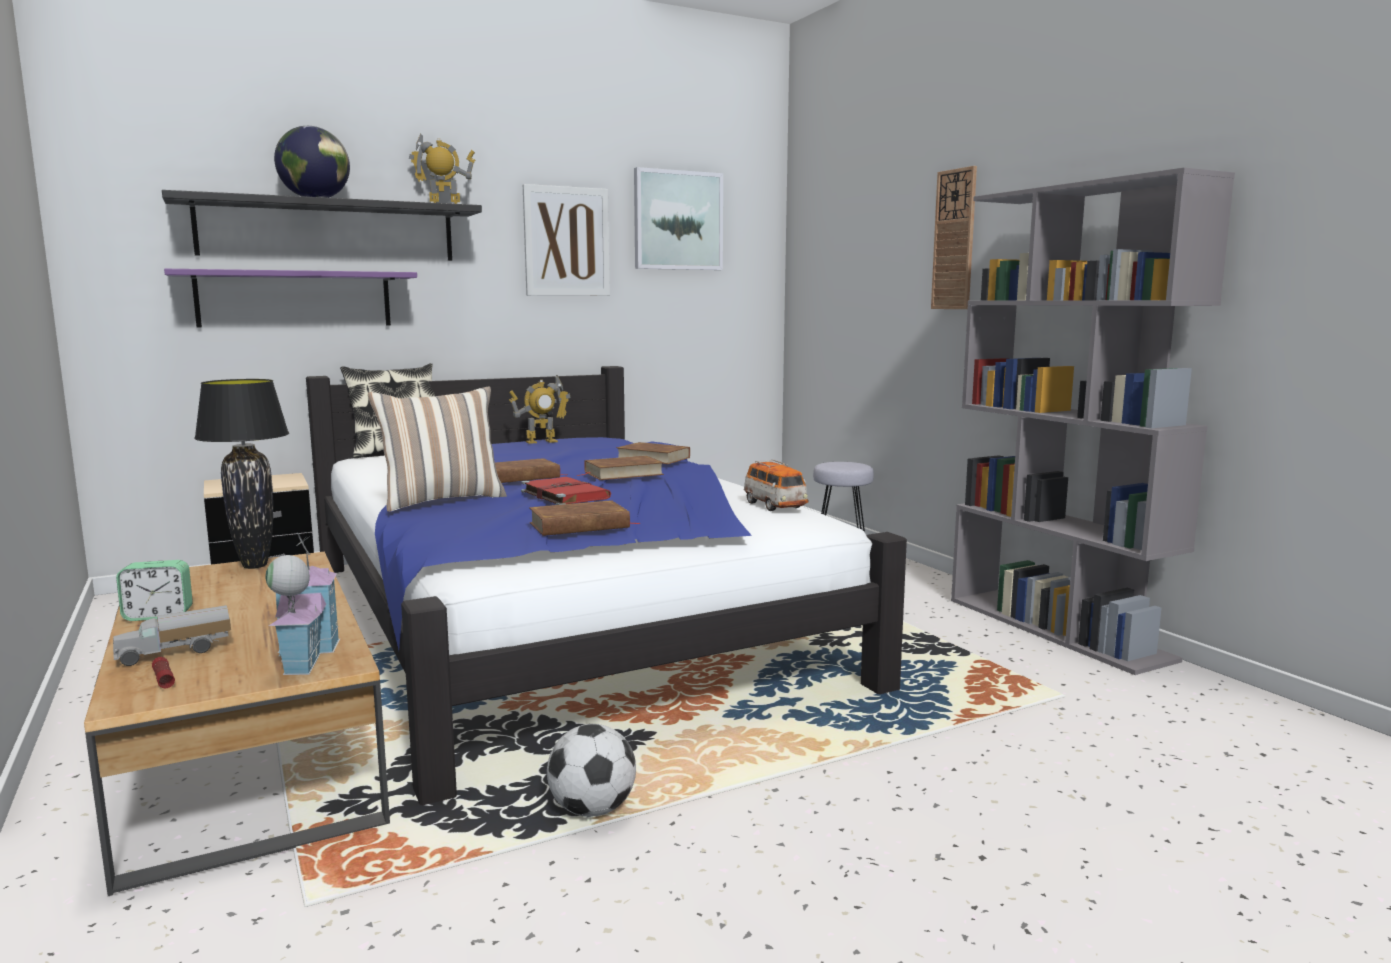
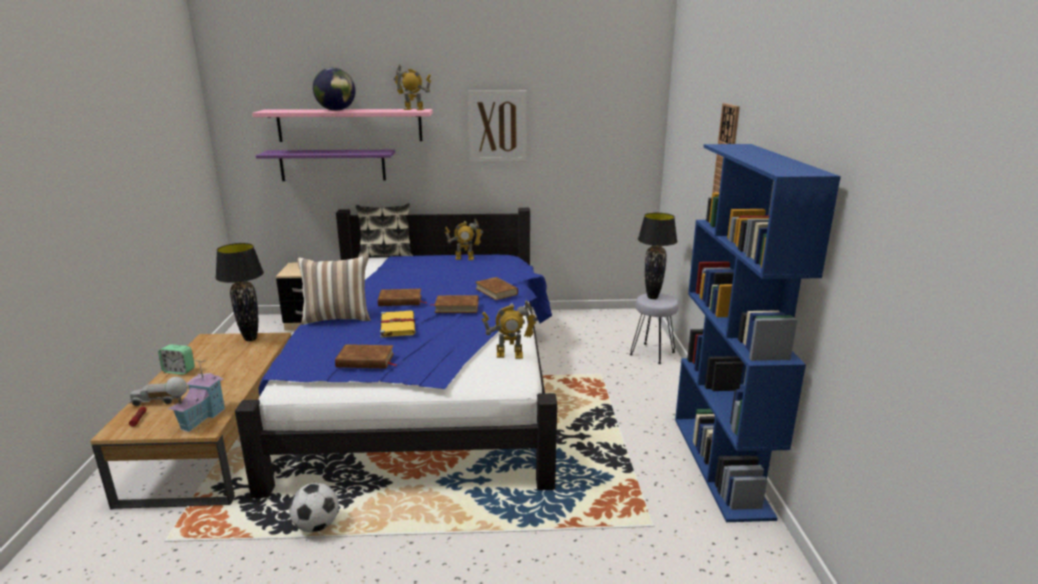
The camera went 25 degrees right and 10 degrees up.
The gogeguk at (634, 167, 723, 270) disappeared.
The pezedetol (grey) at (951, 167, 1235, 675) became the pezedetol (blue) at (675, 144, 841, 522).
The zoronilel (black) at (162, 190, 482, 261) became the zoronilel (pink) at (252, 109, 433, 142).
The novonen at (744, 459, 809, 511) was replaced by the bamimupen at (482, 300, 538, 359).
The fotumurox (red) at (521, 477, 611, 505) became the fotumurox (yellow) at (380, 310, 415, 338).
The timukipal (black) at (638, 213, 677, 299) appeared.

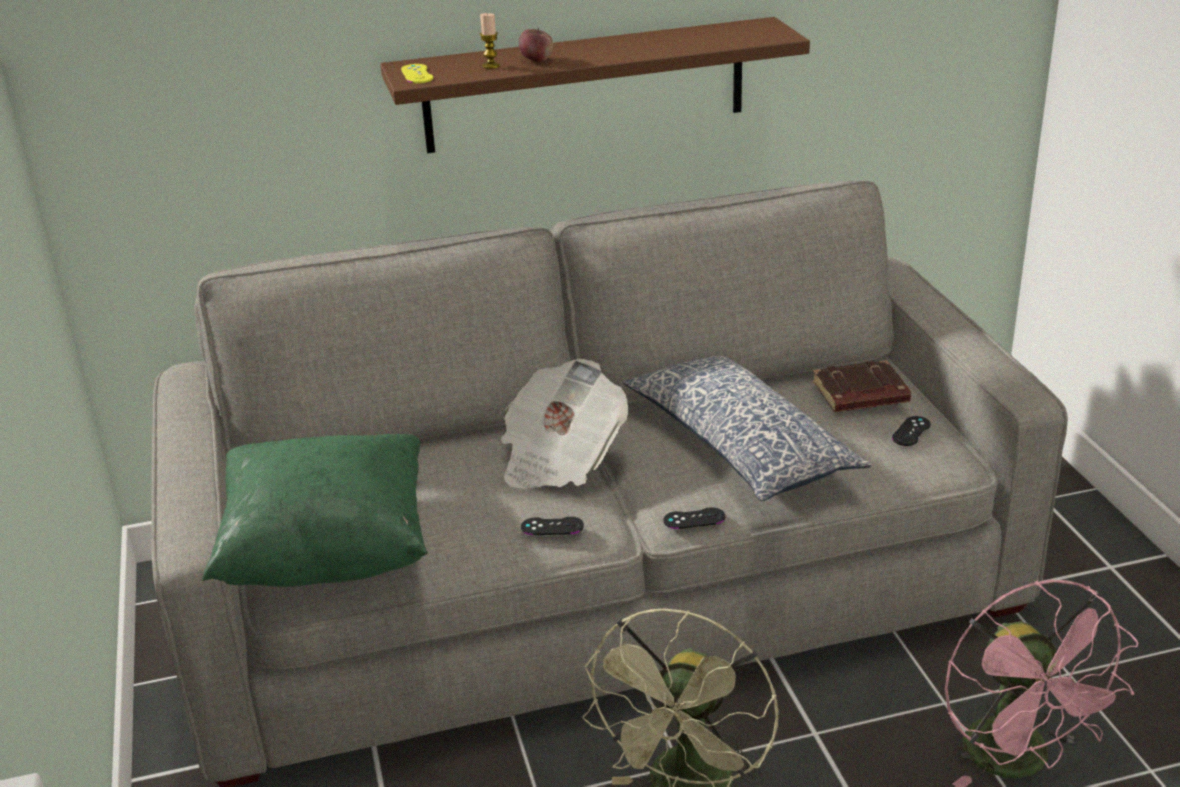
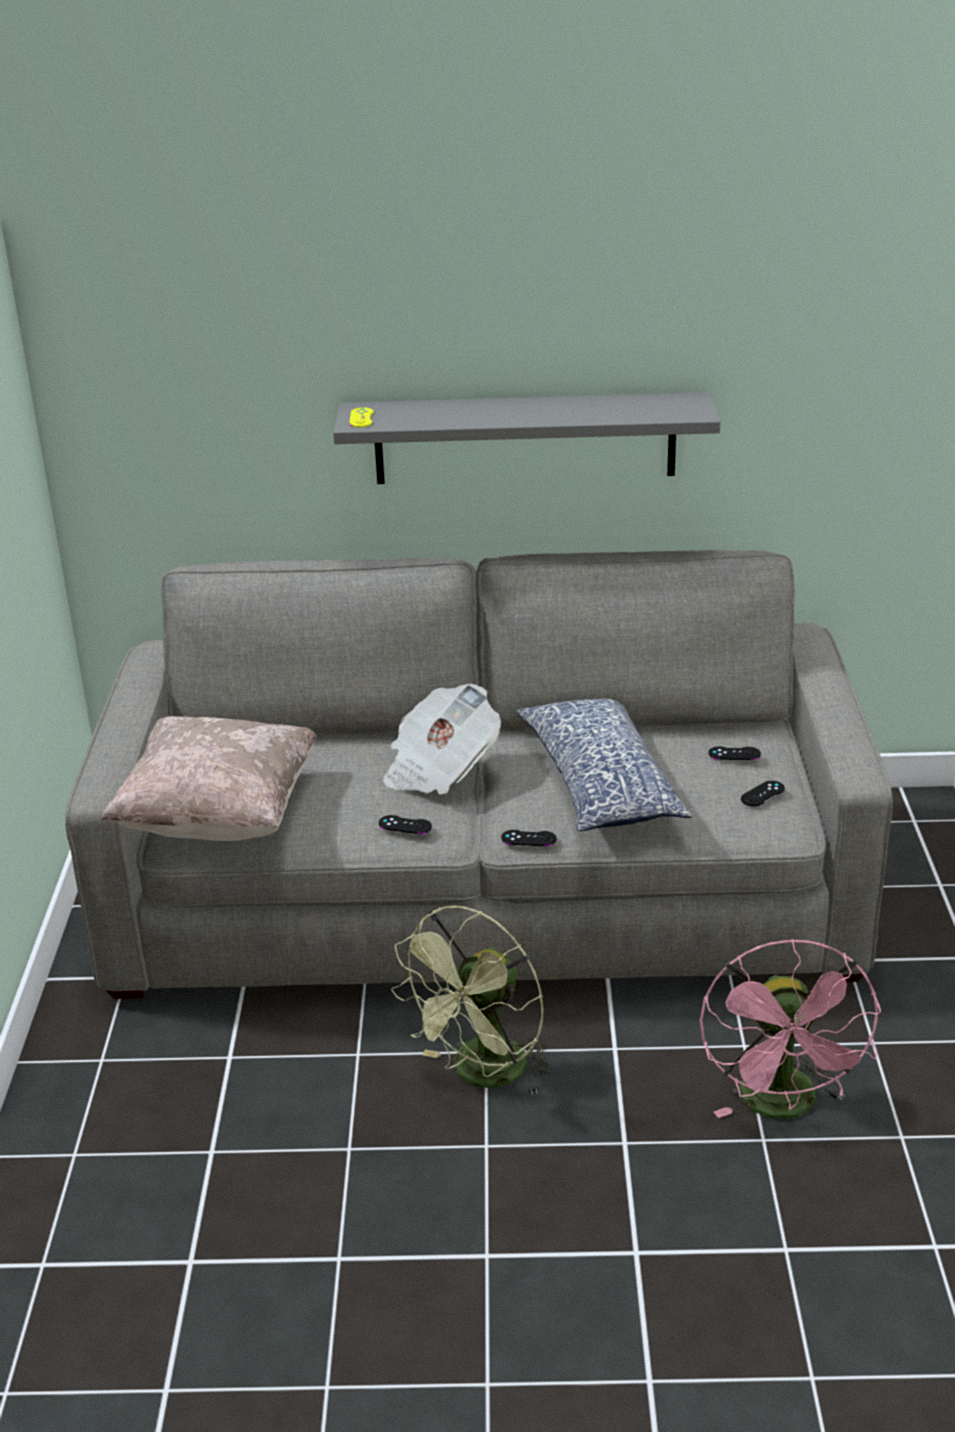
The camera went 15 degrees right and 0 degrees up.
The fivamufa at (480, 13, 500, 69) disappeared.
The zoronilel (brown) at (380, 17, 810, 153) became the zoronilel (grey) at (333, 392, 721, 484).
The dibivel at (519, 27, 553, 62) disappeared.
The fotumurox (brown) at (813, 360, 911, 412) was replaced by the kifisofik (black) at (709, 746, 761, 760).
The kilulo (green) at (202, 434, 428, 587) became the kilulo (beige) at (100, 716, 317, 841).

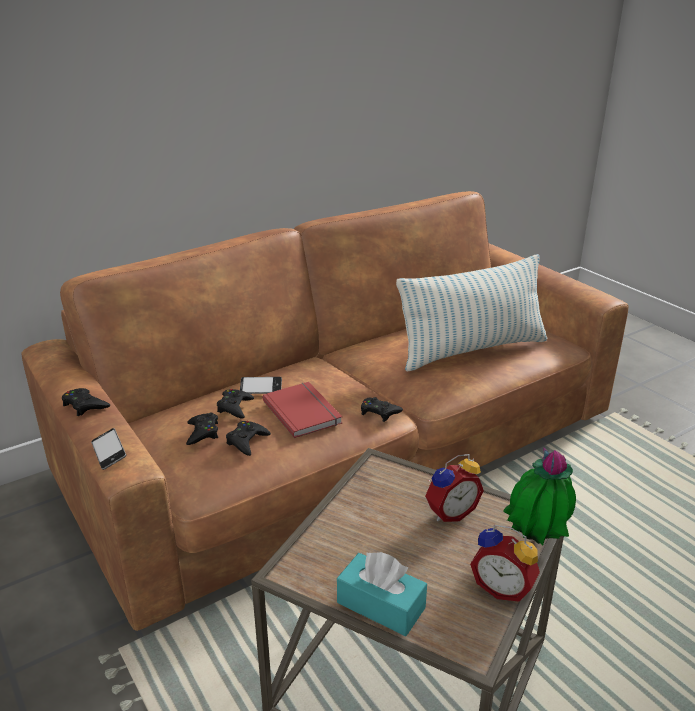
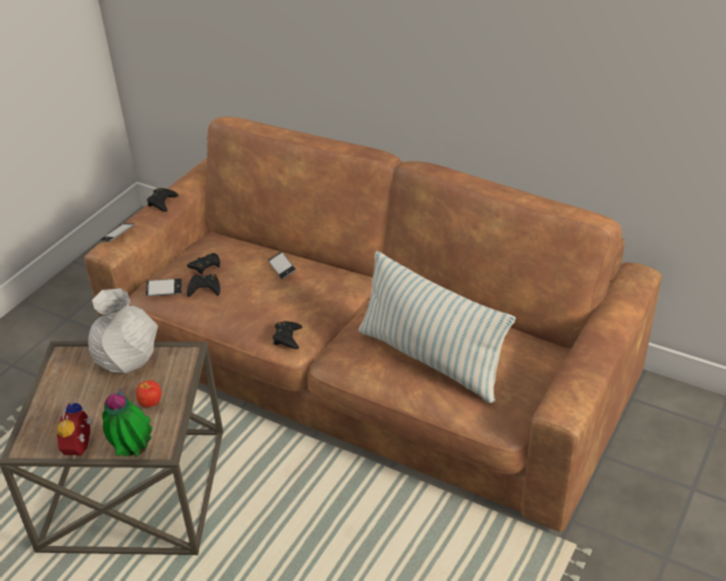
The camera went 65 degrees right and 10 degrees up.
The fotumurox (red) at (262, 382, 342, 438) disappeared.
The kifisofik (black) at (217, 389, 254, 419) disappeared.
The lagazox at (425, 454, 484, 522) was replaced by the dibivel at (136, 380, 162, 408).
The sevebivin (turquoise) at (337, 552, 427, 636) disappeared.
The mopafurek at (146, 278, 182, 296) appeared.
The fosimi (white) at (88, 288, 158, 374) appeared.

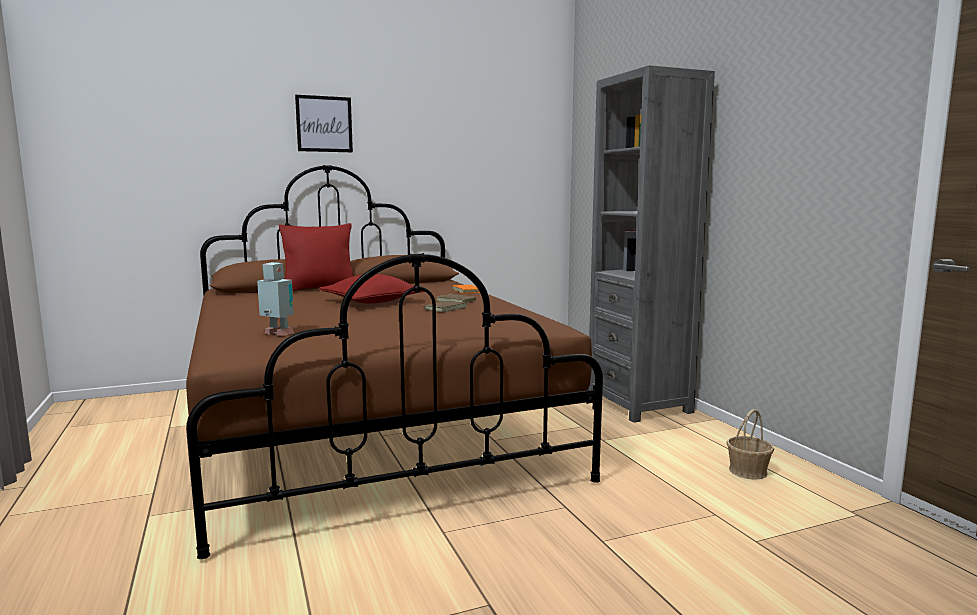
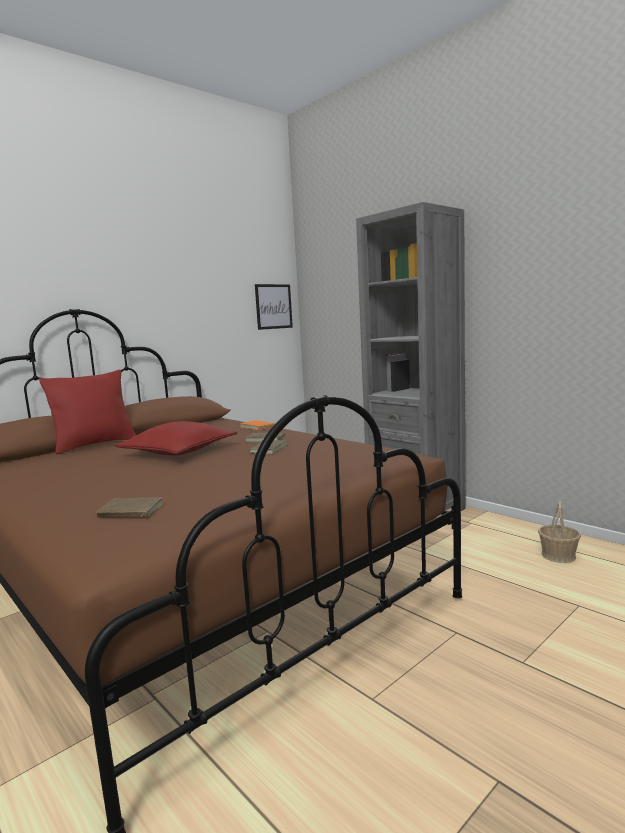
The camera went 20 degrees left and 0 degrees up.
The gogeguk moved from (295, 95, 353, 152) to (255, 284, 293, 330).
The bamimupen at (257, 262, 294, 336) was replaced by the fotumurox (brown) at (96, 497, 163, 518).

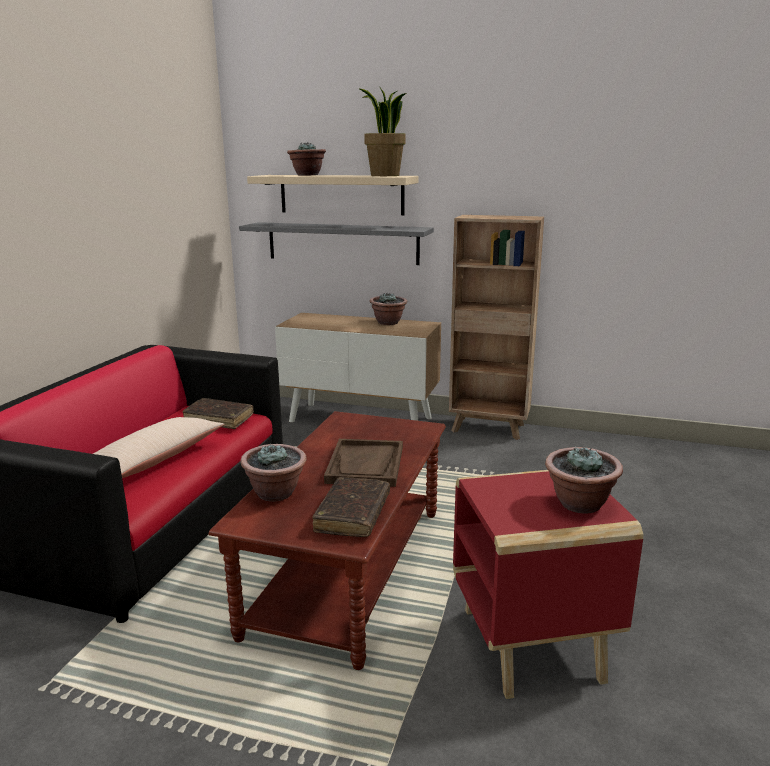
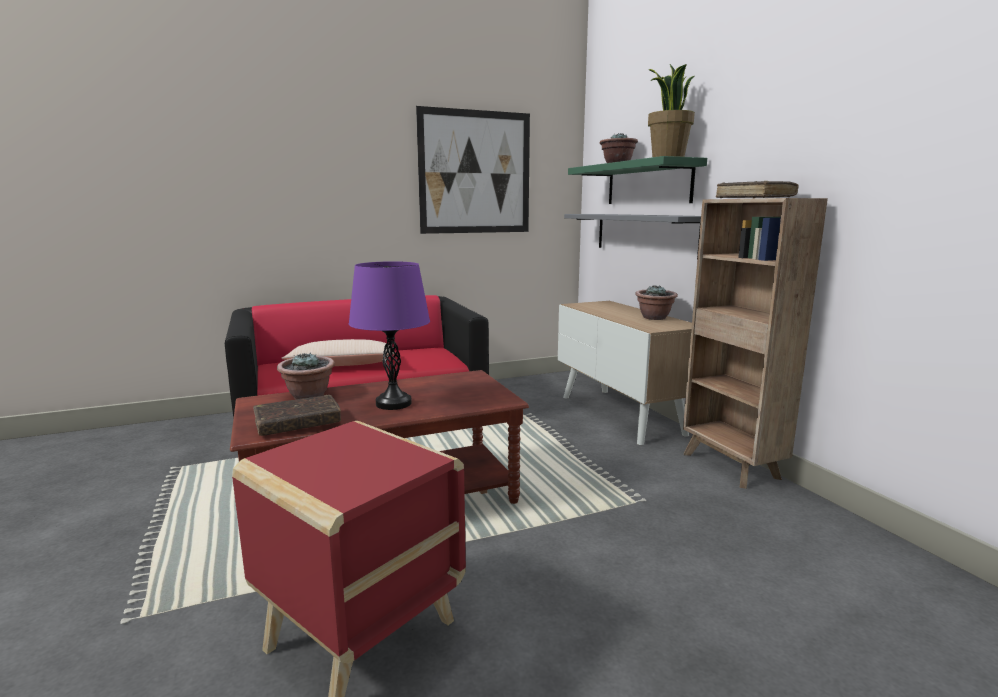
The camera went 50 degrees right and 5 degrees down.
The zoronilel (beige) at (247, 175, 418, 215) became the zoronilel (green) at (568, 156, 707, 204).
The fotumurox (brown) moved from (182, 398, 253, 429) to (716, 181, 799, 198).
The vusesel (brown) at (324, 439, 403, 487) was replaced by the timukipal (purple) at (349, 261, 430, 410).
The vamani at (545, 446, 623, 514) disappeared.
The gogeguk at (416, 106, 530, 234) appeared.

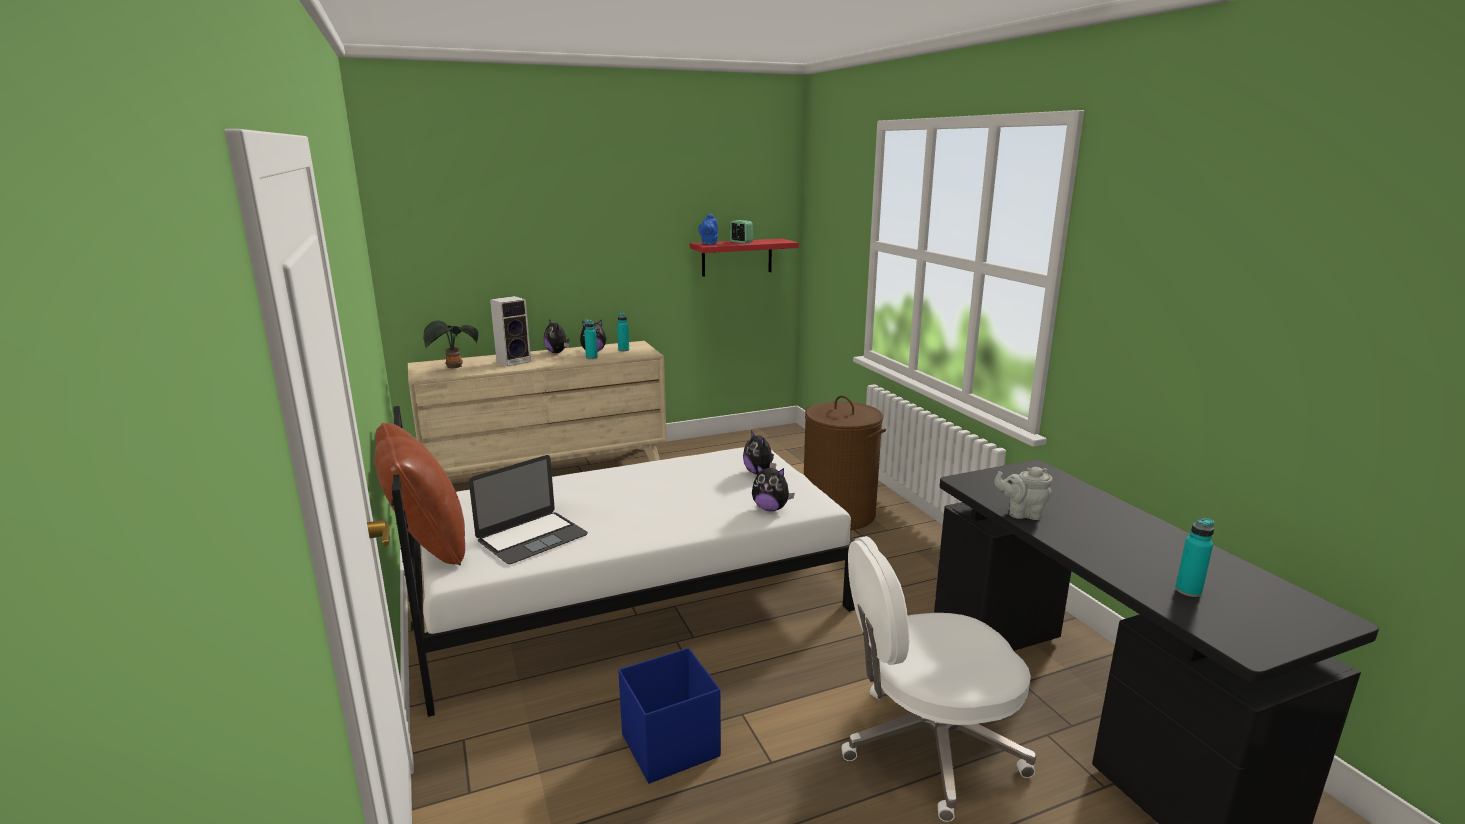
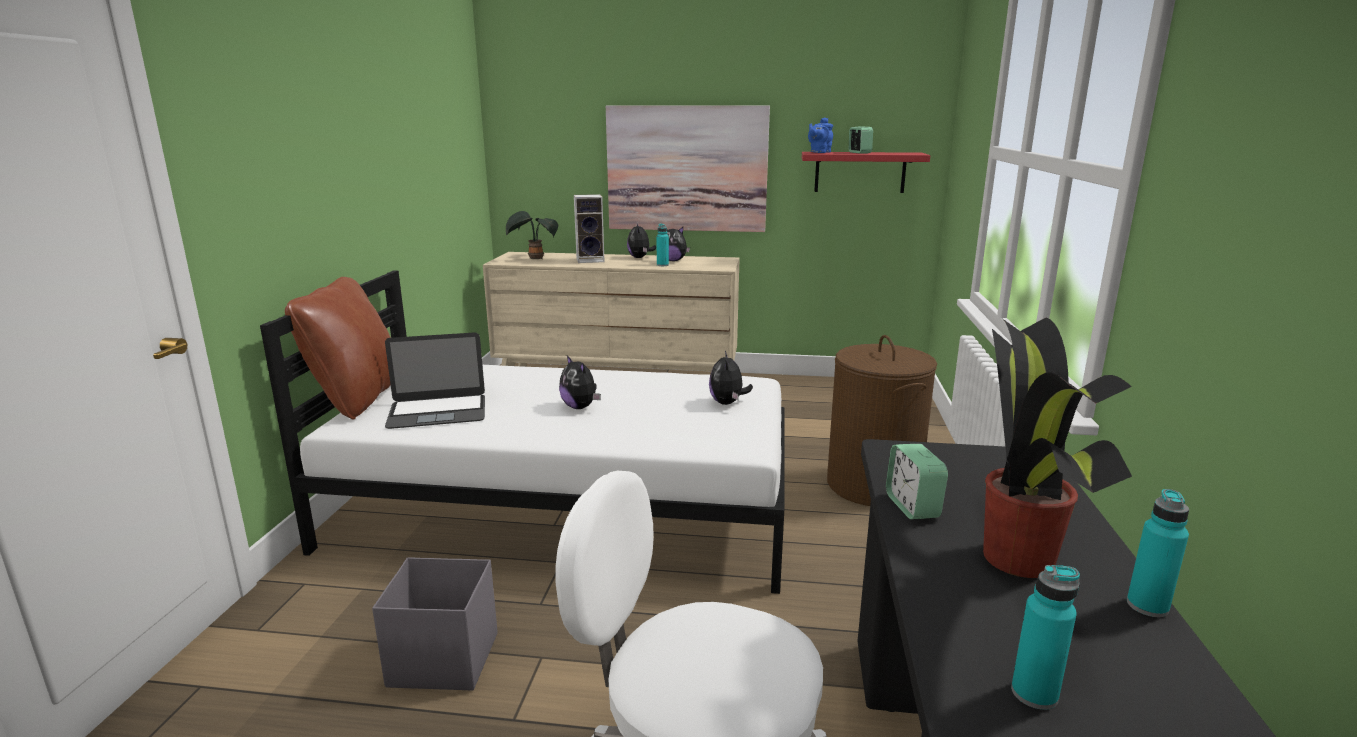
The camera went 30 degrees right and 0 degrees up.
The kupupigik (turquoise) moved from (617, 313, 629, 352) to (1127, 489, 1189, 617).
The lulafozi moved from (752, 464, 795, 511) to (559, 356, 601, 409).
The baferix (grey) at (994, 467, 1052, 520) was replaced by the lagazox at (886, 444, 948, 519).
The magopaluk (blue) at (618, 648, 721, 784) became the magopaluk (grey) at (372, 557, 498, 690).
The gogeguk at (606, 105, 770, 232) appeared.
The vamani at (983, 317, 1132, 578) appeared.

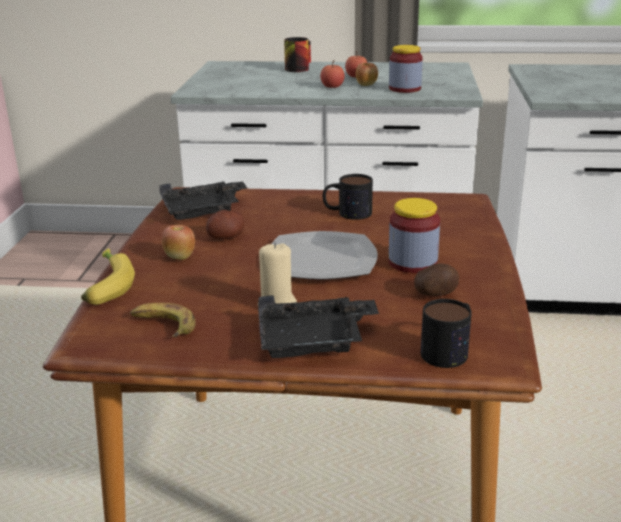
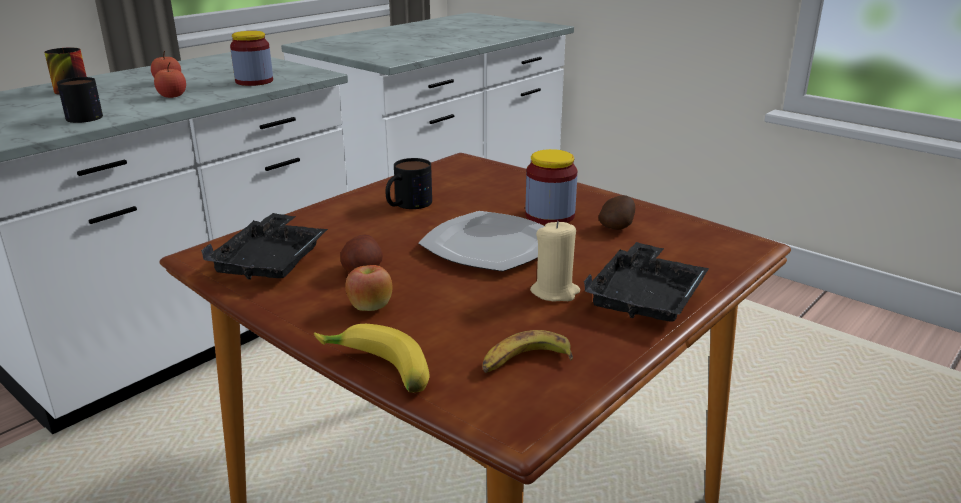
The camera went 55 degrees left and 0 degrees up.
The dibivel at (356, 63, 378, 86) disappeared.
The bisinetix moved from (421, 299, 472, 368) to (57, 77, 103, 123).

